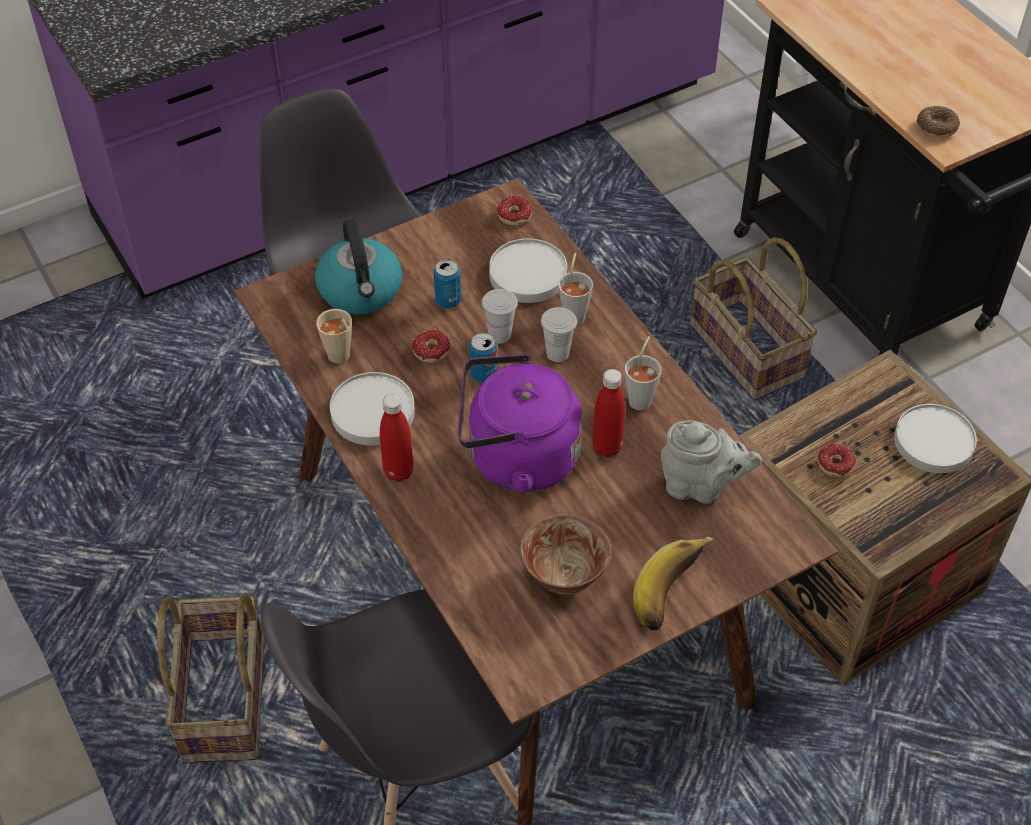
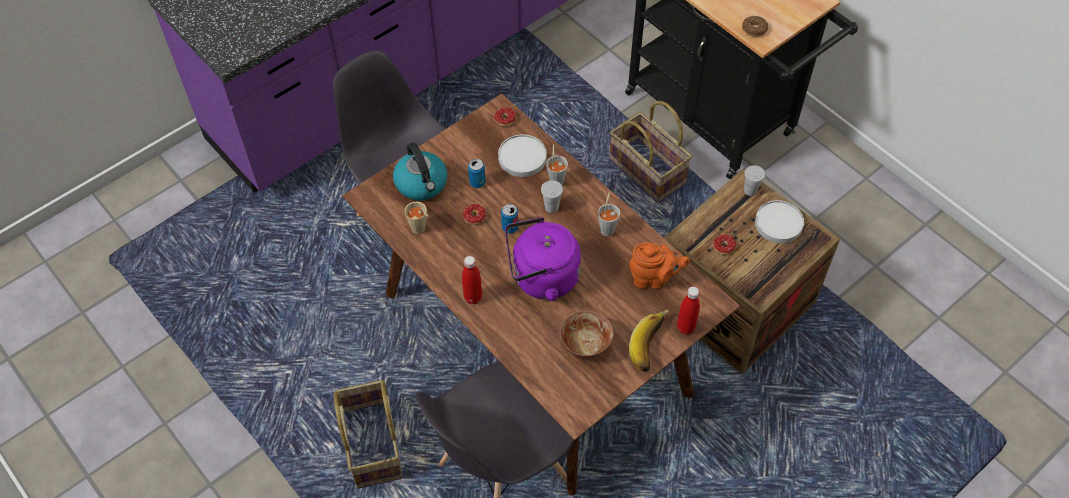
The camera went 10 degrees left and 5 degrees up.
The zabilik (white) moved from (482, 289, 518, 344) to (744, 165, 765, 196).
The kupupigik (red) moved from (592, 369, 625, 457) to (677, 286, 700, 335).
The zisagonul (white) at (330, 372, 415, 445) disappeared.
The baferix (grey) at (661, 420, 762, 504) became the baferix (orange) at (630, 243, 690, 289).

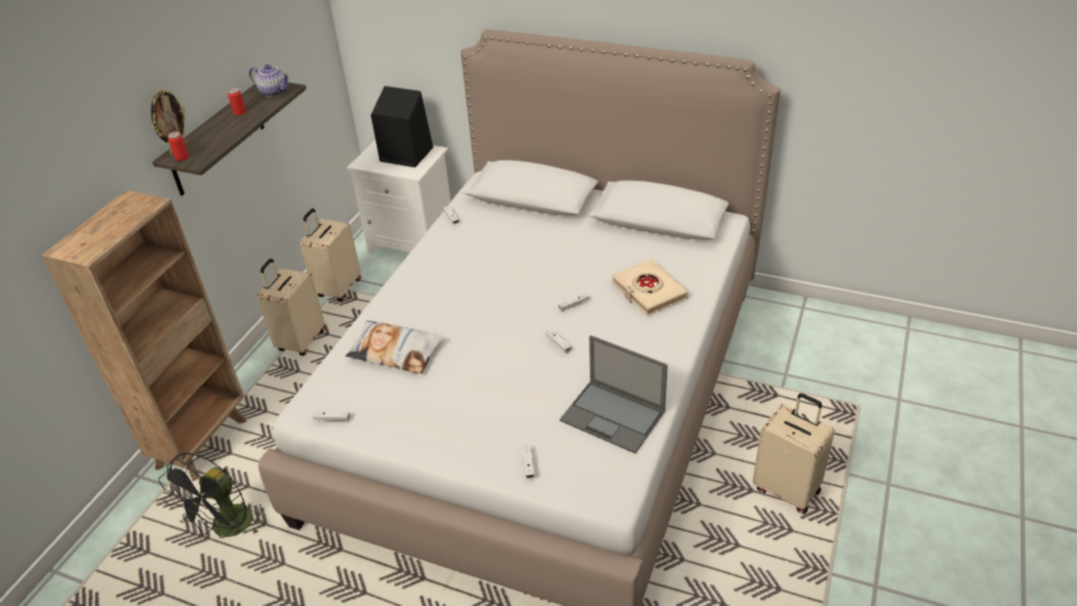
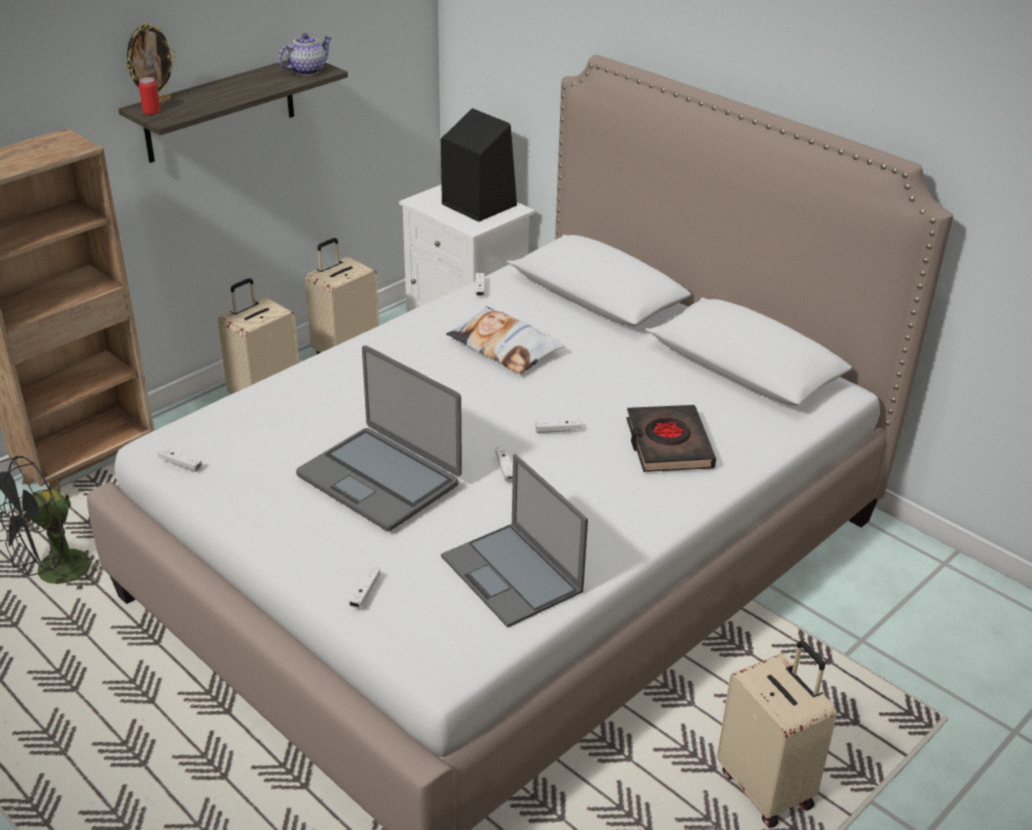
The camera went 20 degrees right and 5 degrees down.
The baferix at (249, 64, 290, 97) turned 90 degrees counterclockwise.
The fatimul at (228, 88, 246, 116) disappeared.
The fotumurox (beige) at (612, 259, 688, 316) became the fotumurox (black) at (626, 405, 716, 472).
The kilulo moved from (346, 320, 444, 374) to (446, 306, 564, 374).
The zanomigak at (296, 345, 462, 531) appeared.

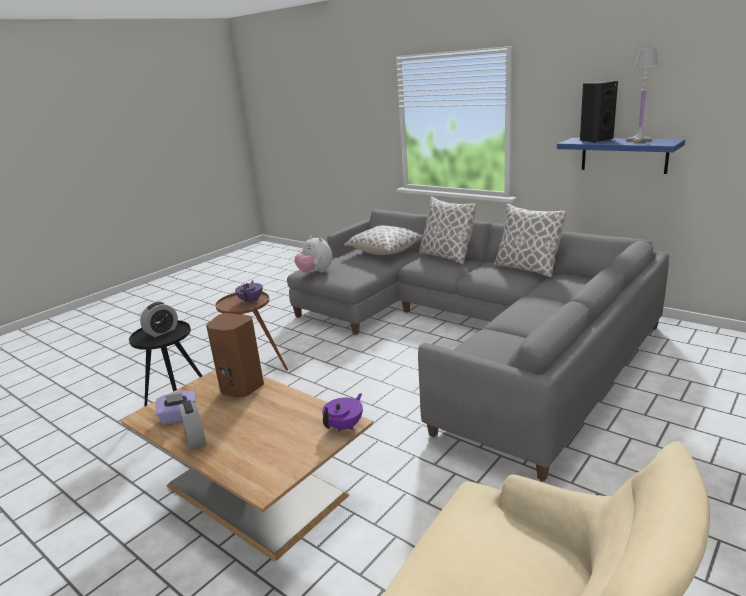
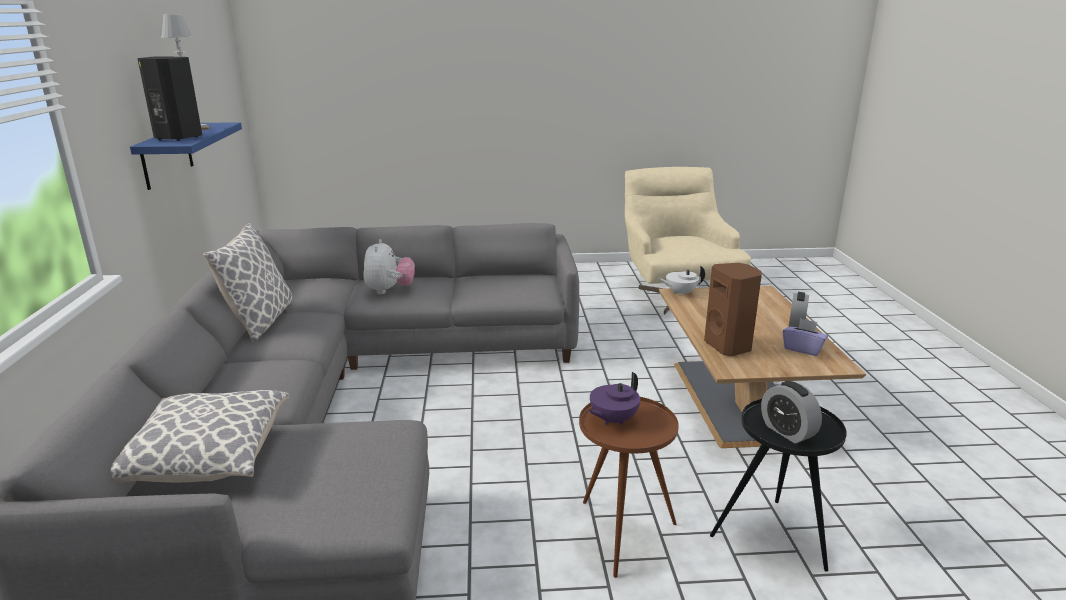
The camera went 135 degrees left and 0 degrees up.
The kilulo at (419, 197, 477, 264) disappeared.
The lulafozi moved from (295, 236, 332, 273) to (363, 239, 415, 294).
The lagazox at (140, 302, 178, 337) turned 120 degrees counterclockwise.
The baferix (purple) at (322, 393, 363, 432) became the baferix (white) at (658, 265, 705, 296).

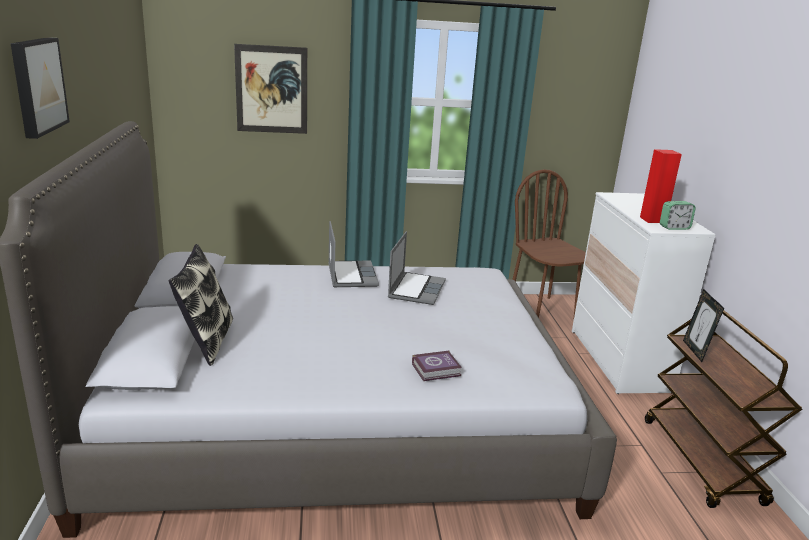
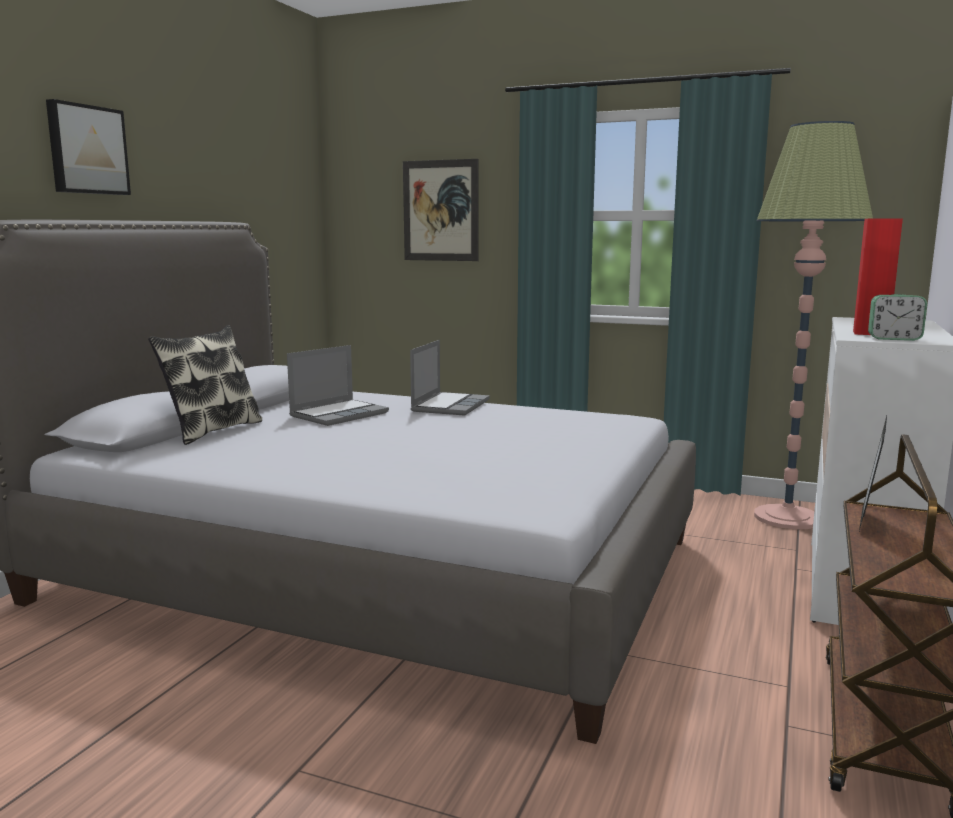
The camera went 30 degrees right and 10 degrees down.
The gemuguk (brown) at (512, 169, 586, 318) was replaced by the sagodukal at (754, 121, 873, 529).
The zanomigak moved from (388, 231, 446, 305) to (287, 345, 389, 426).
The fotumurox at (412, 351, 462, 381) disappeared.

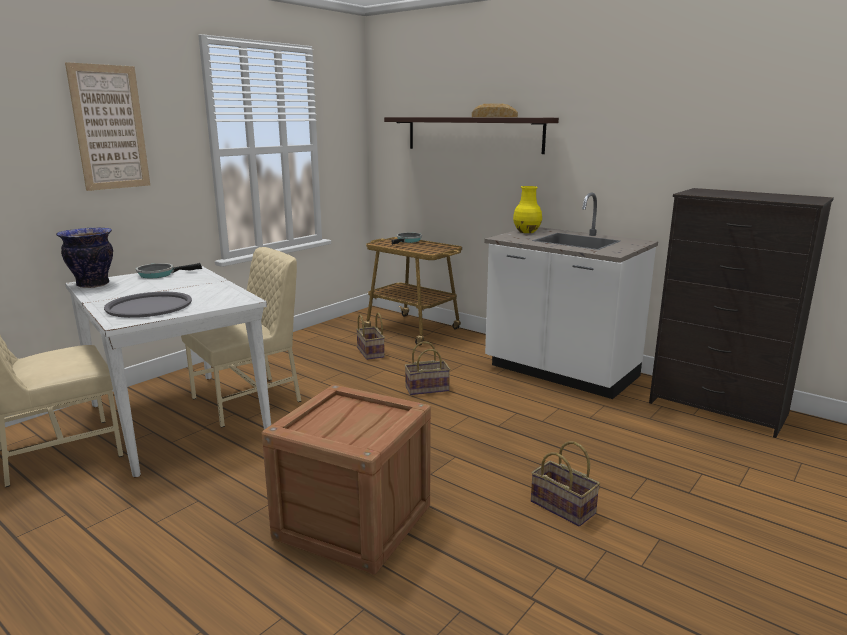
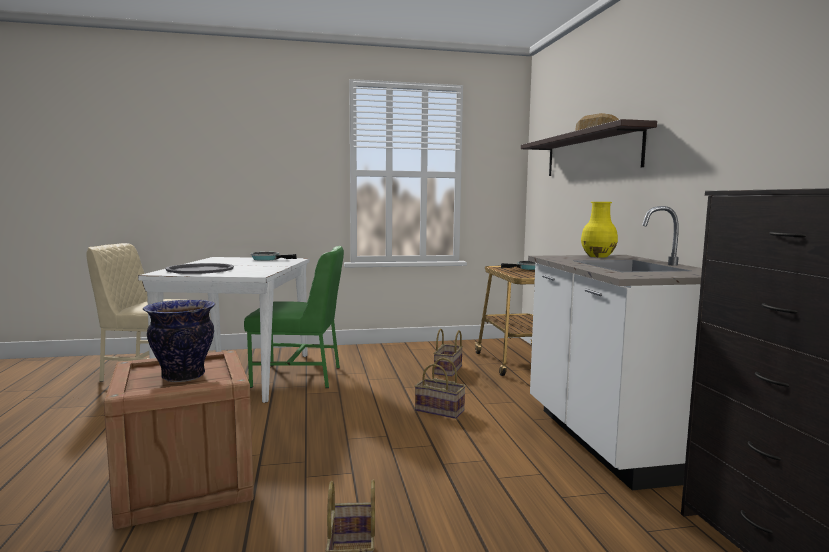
The camera went 40 degrees right and 10 degrees down.
The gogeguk at (65, 62, 150, 191) disappeared.
The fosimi moved from (56, 227, 113, 288) to (143, 300, 215, 382).
The gemuguk (beige) at (181, 247, 301, 428) became the gemuguk (green) at (244, 246, 344, 388).

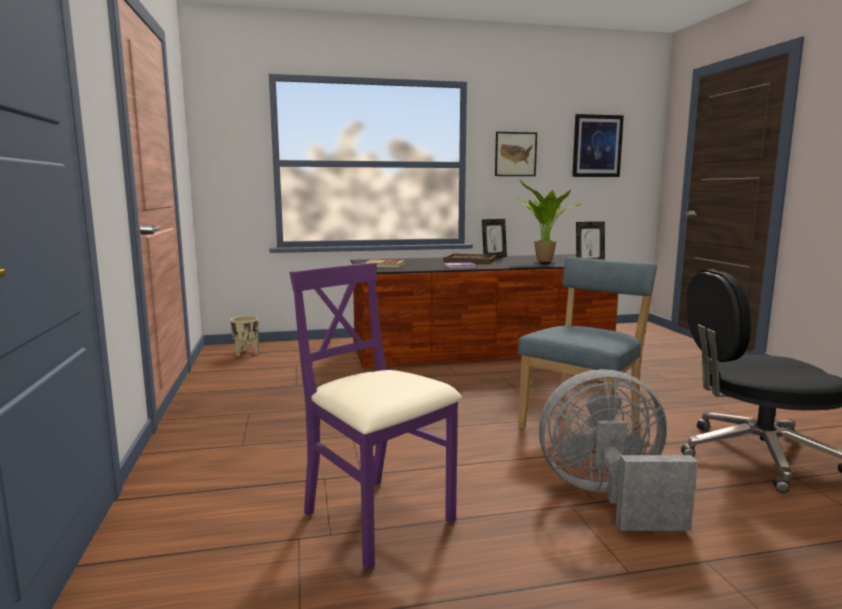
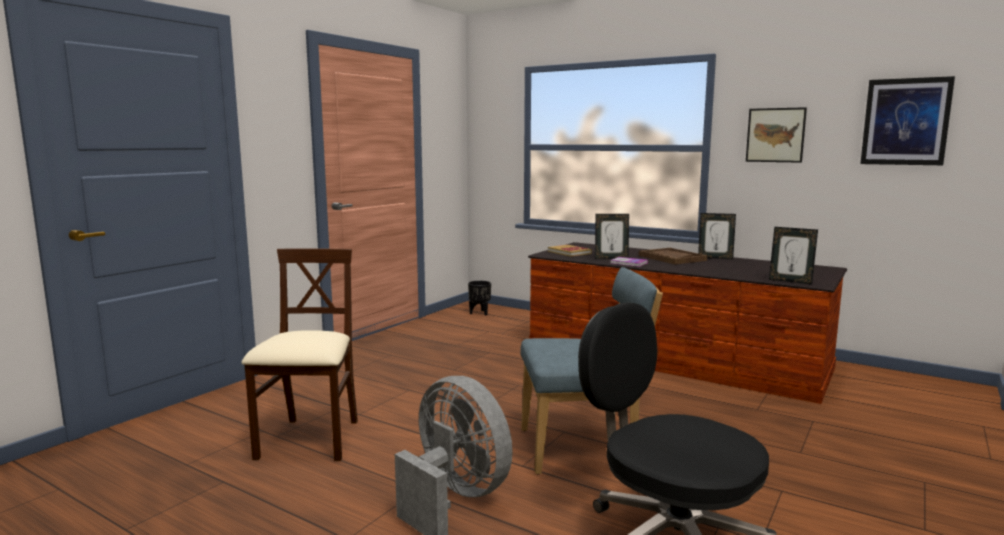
The camera went 45 degrees right and 0 degrees up.
The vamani at (518, 179, 584, 262) disappeared.
The gemuguk (purple) at (290, 263, 462, 570) became the gemuguk (beige) at (241, 248, 358, 461).
The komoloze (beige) at (231, 316, 259, 356) became the komoloze (black) at (468, 281, 491, 315).
The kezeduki at (595, 214, 629, 259) appeared.

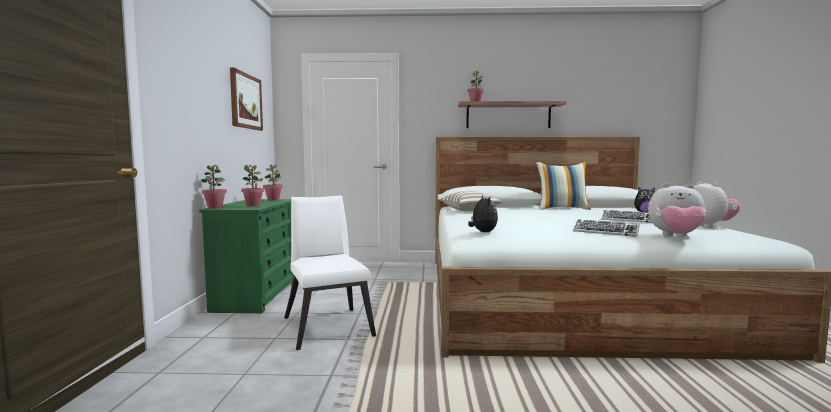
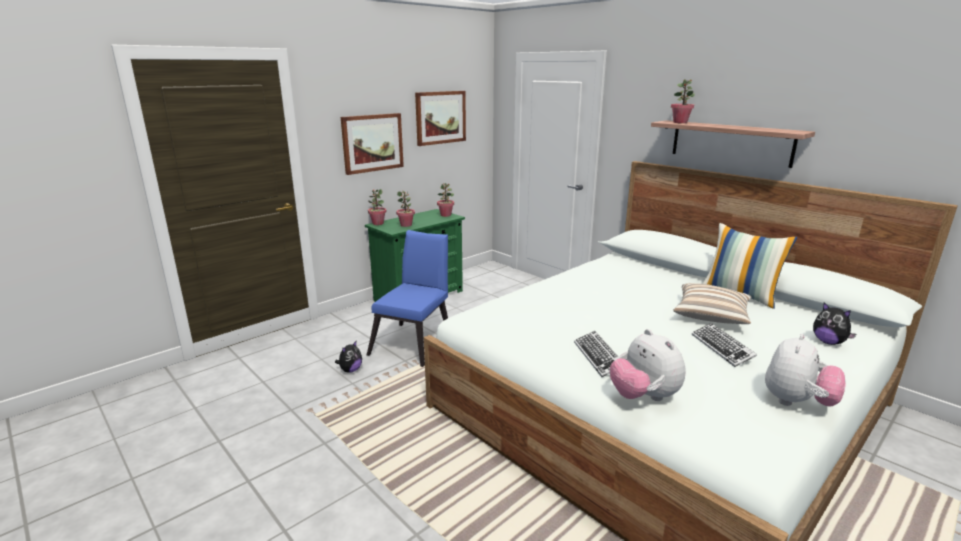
The camera went 45 degrees right and 15 degrees up.
The kilulo moved from (441, 191, 503, 211) to (673, 283, 751, 324).
The gemuguk (white) at (284, 195, 376, 350) became the gemuguk (blue) at (367, 230, 448, 367).
The lulafozi moved from (468, 195, 498, 232) to (335, 341, 362, 373).
The gogeguk at (341, 113, 404, 175) appeared.

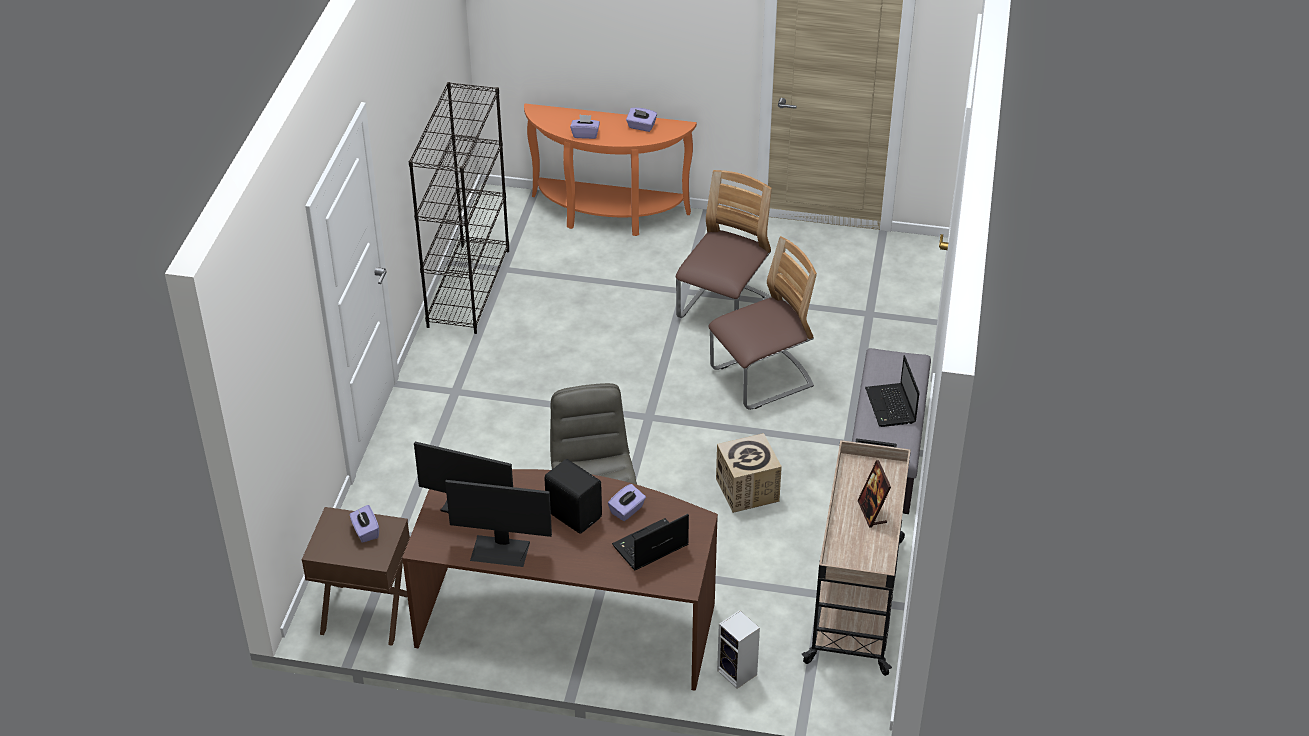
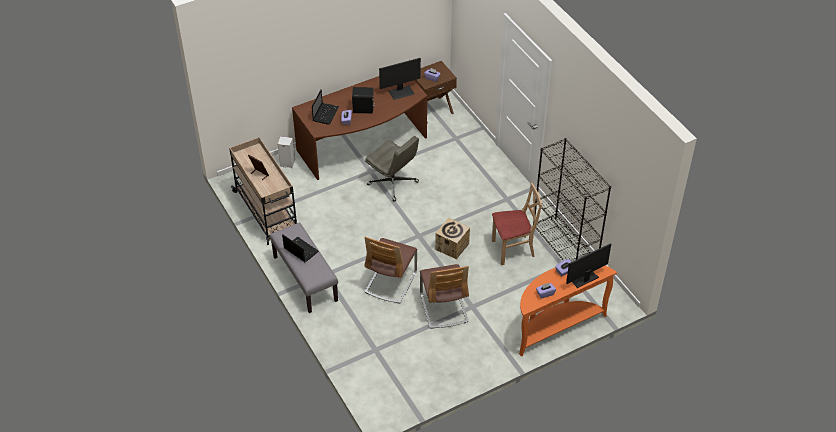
The camera went 140 degrees right and 5 degrees up.
The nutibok moved from (716, 433, 782, 513) to (435, 218, 470, 259).
The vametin moved from (445, 480, 552, 567) to (566, 243, 611, 288).
The gemuguk (beige) at (492, 183, 542, 265) appeared.

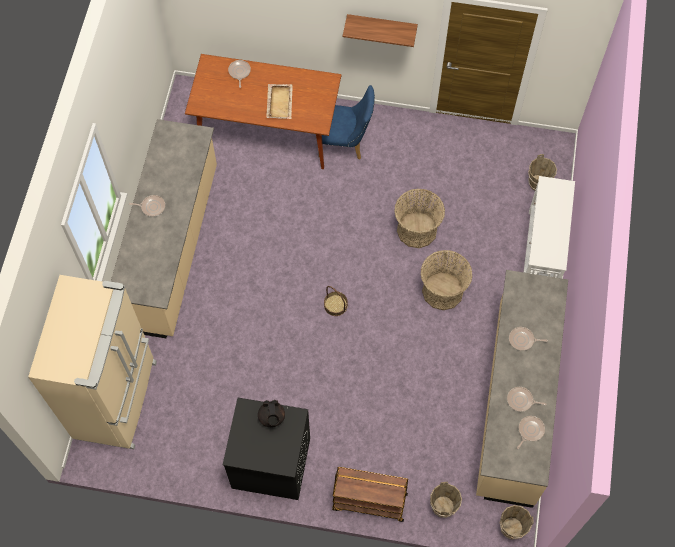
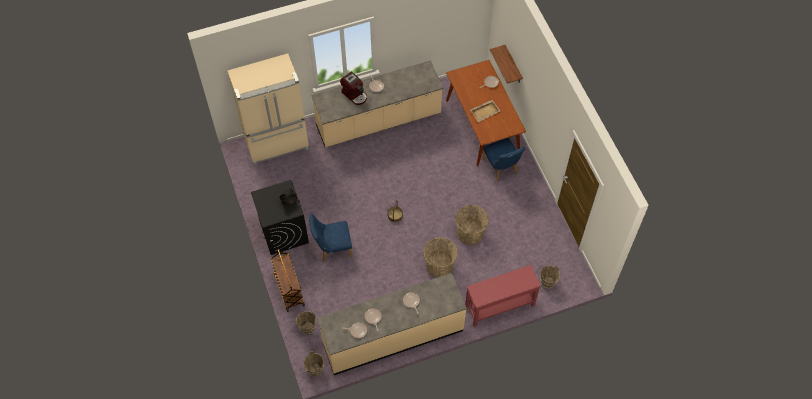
The camera went 60 degrees right and 5 degrees down.
The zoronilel moved from (343, 14, 418, 47) to (490, 45, 523, 84).
The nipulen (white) at (524, 176, 575, 278) became the nipulen (red) at (465, 265, 541, 327).
The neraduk at (340, 72, 367, 105) appeared.
The gemuguk (blue) at (309, 213, 352, 261) appeared.

